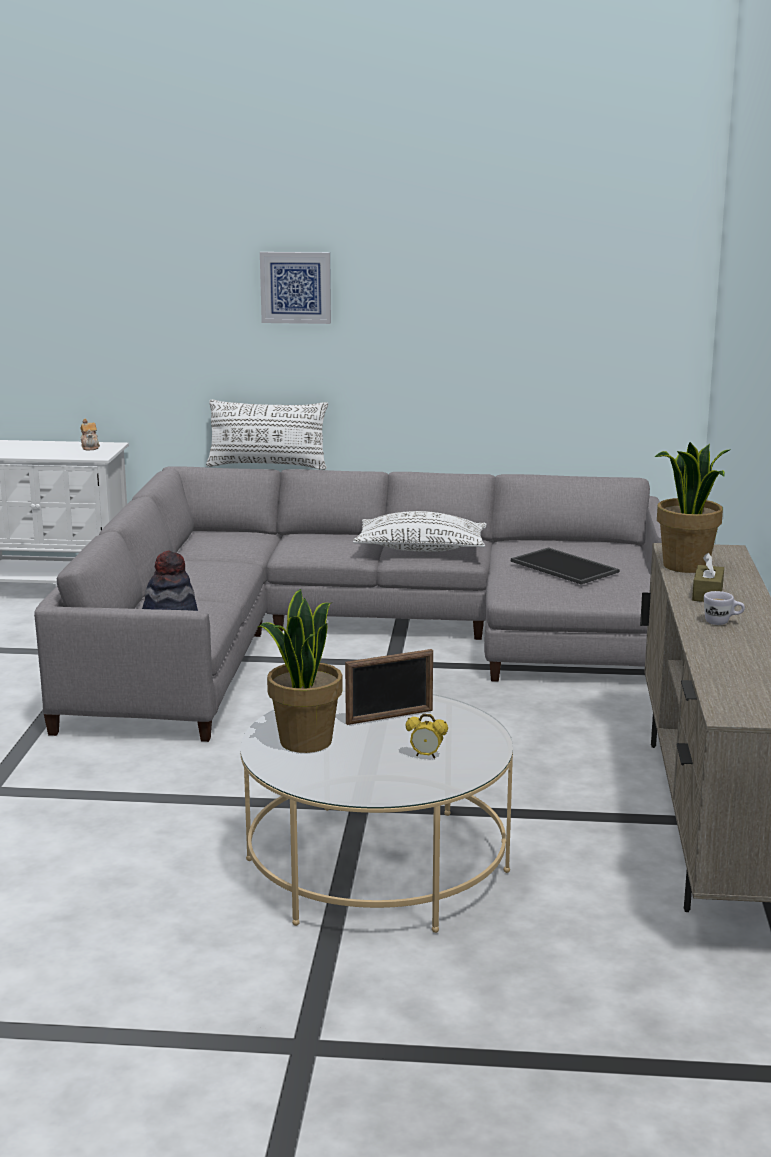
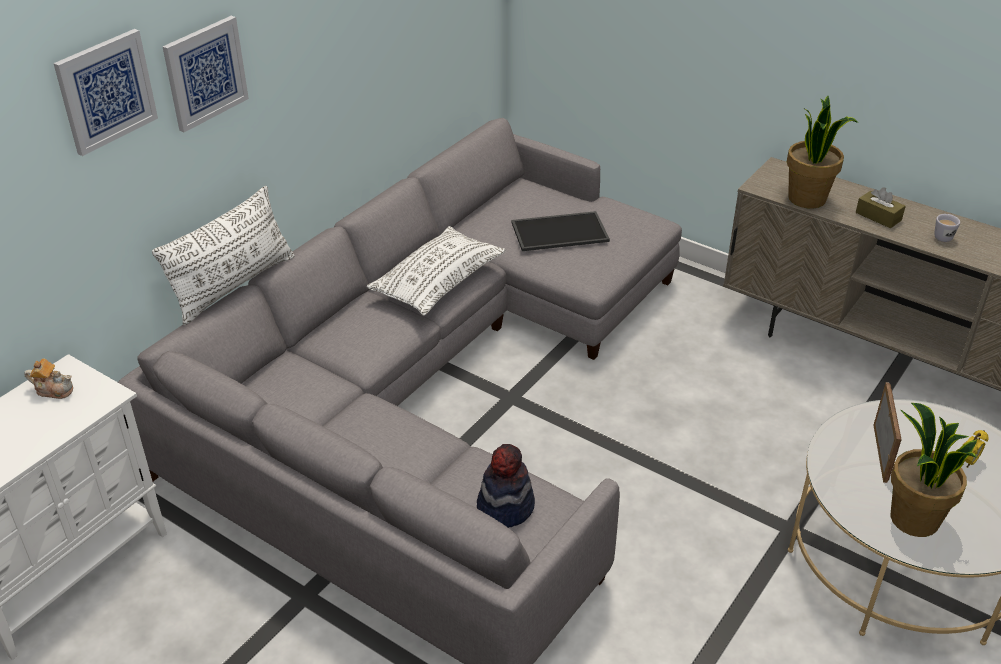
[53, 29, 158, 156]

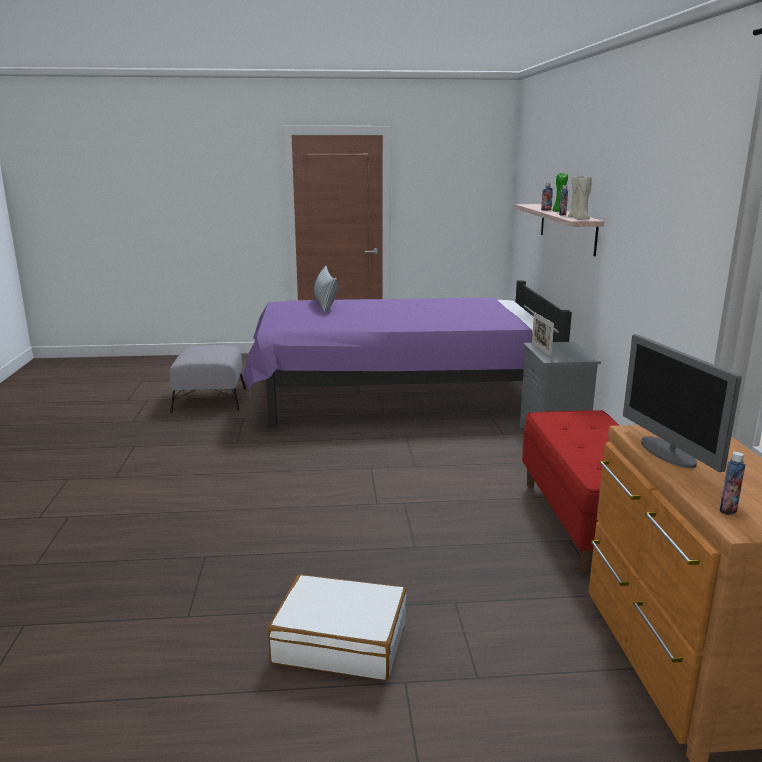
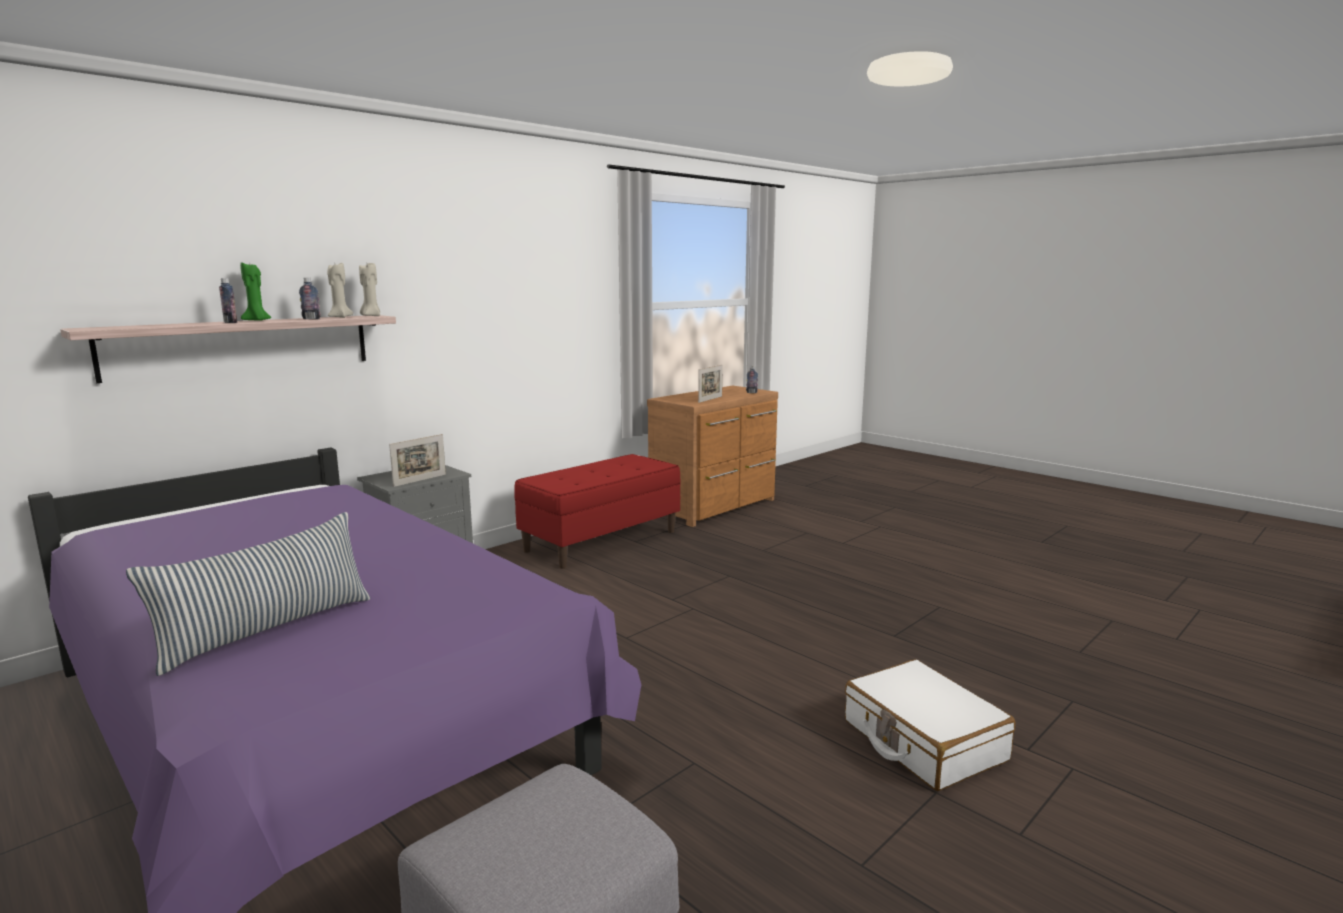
[698, 365, 723, 403]
[845, 659, 1015, 791]

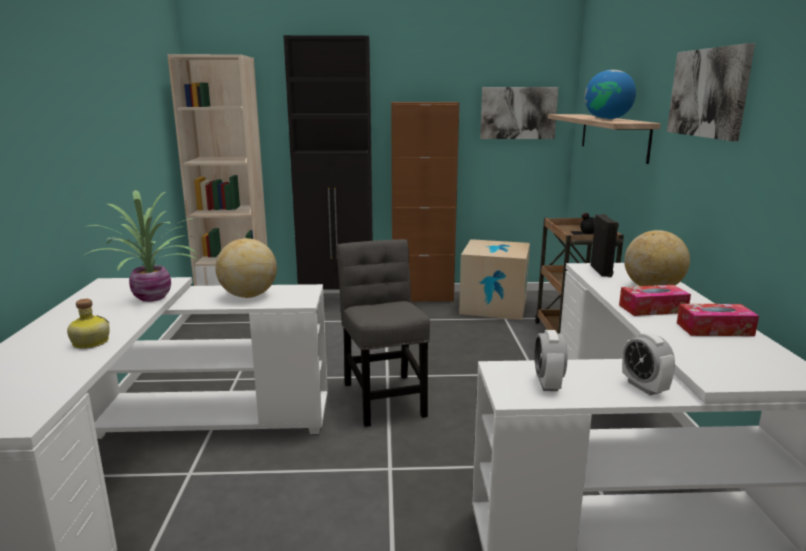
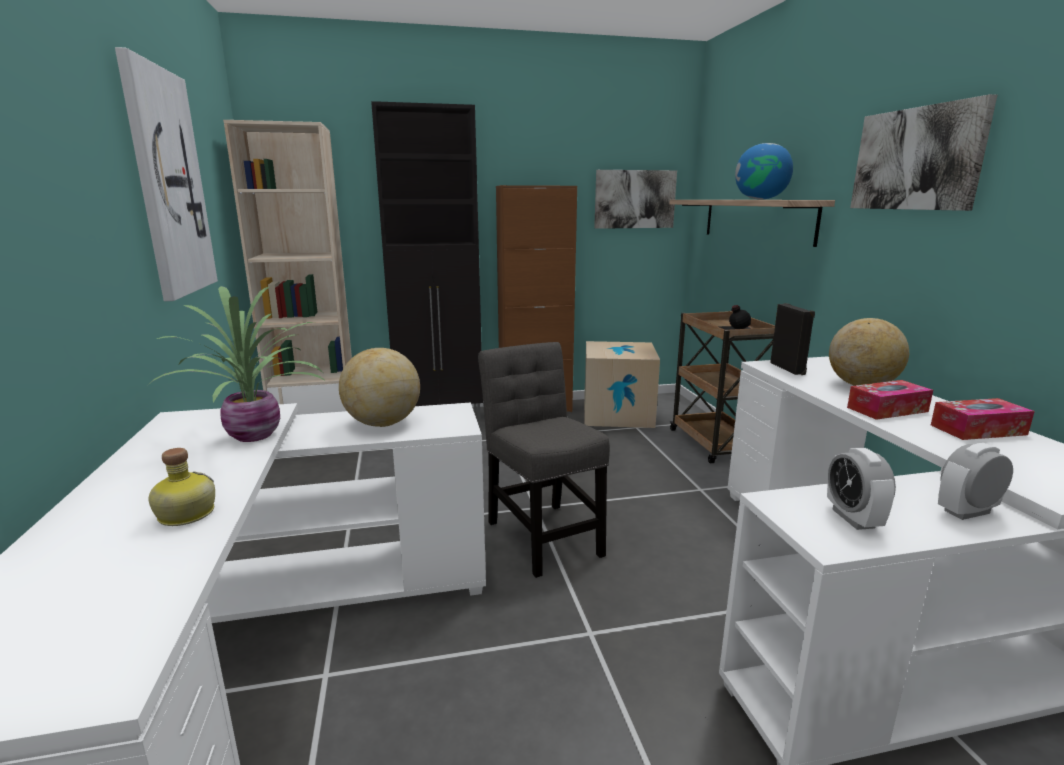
[115, 47, 218, 301]
[938, 443, 1013, 520]

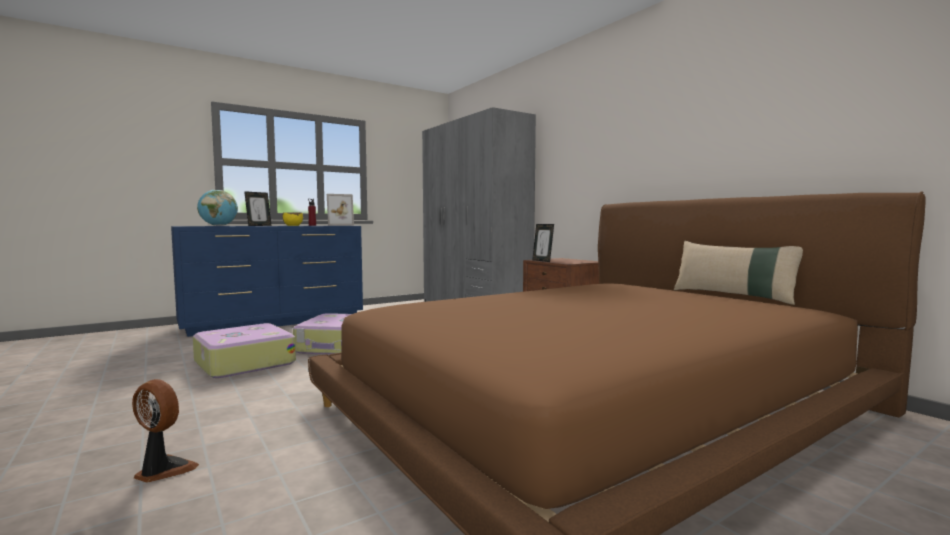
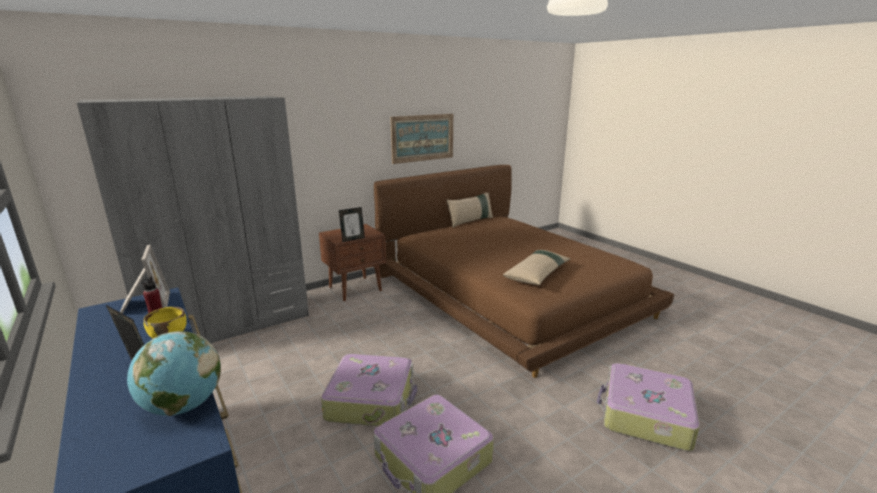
[390, 114, 453, 164]
[503, 250, 570, 285]
[597, 363, 700, 451]

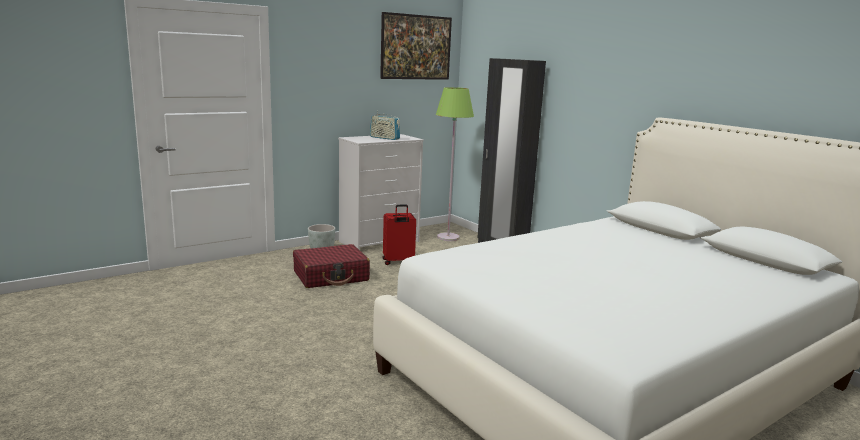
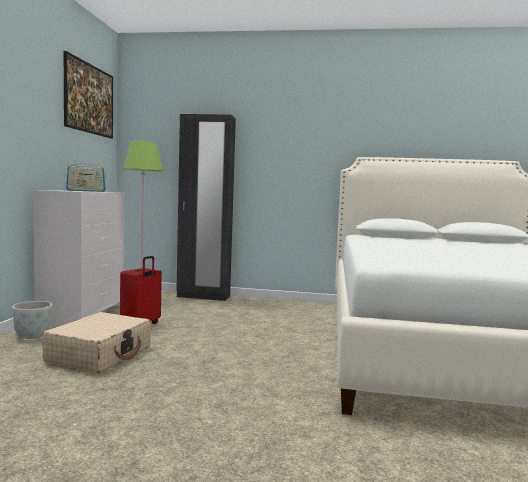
[42, 312, 151, 373]

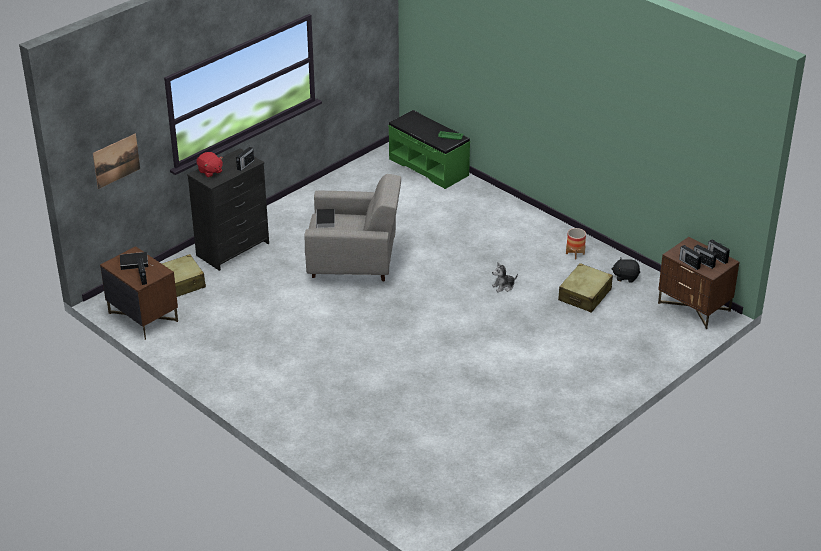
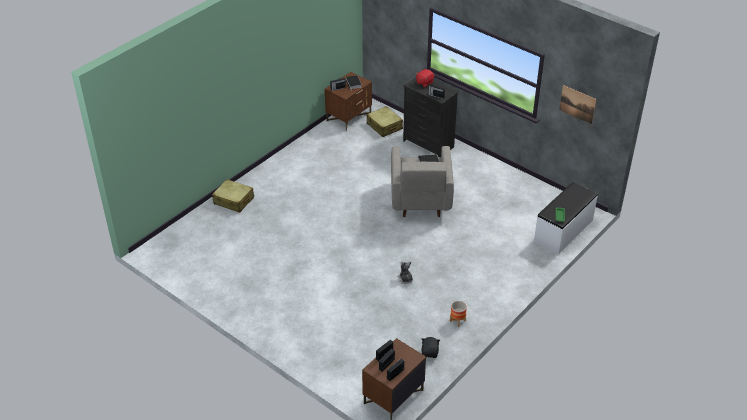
[212, 179, 254, 213]
[534, 182, 598, 255]
[559, 85, 596, 124]

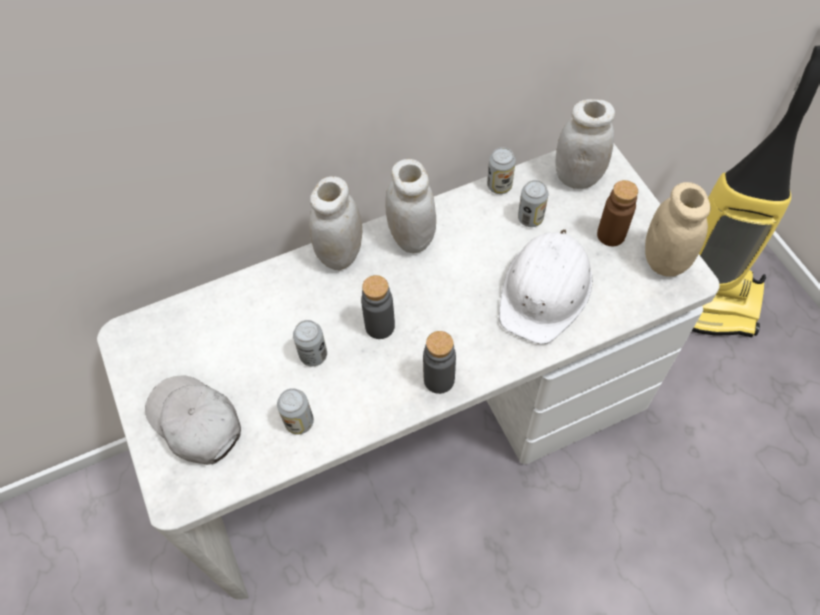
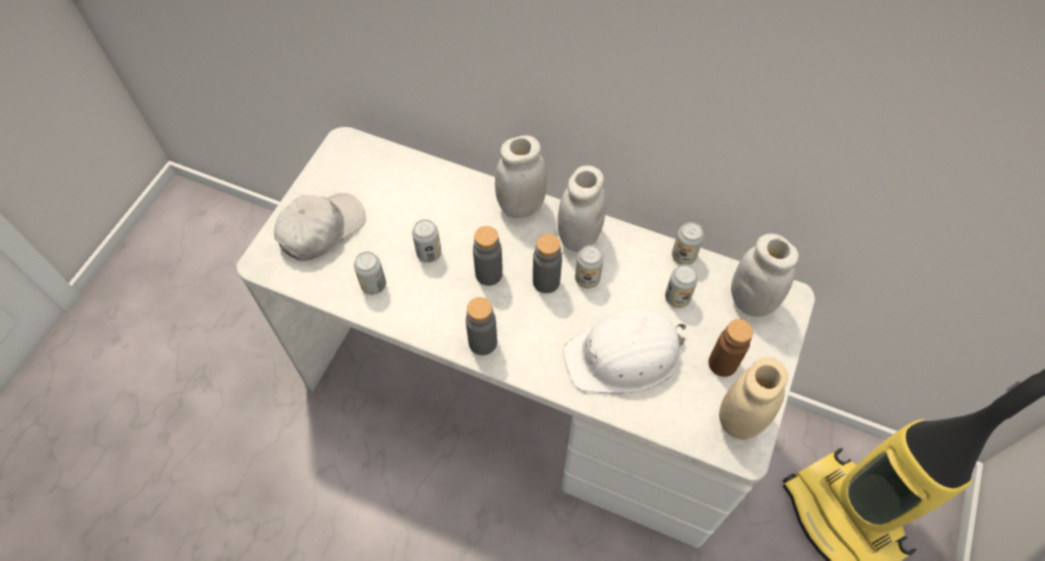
[274, 193, 366, 261]
[533, 234, 562, 293]
[575, 245, 604, 288]

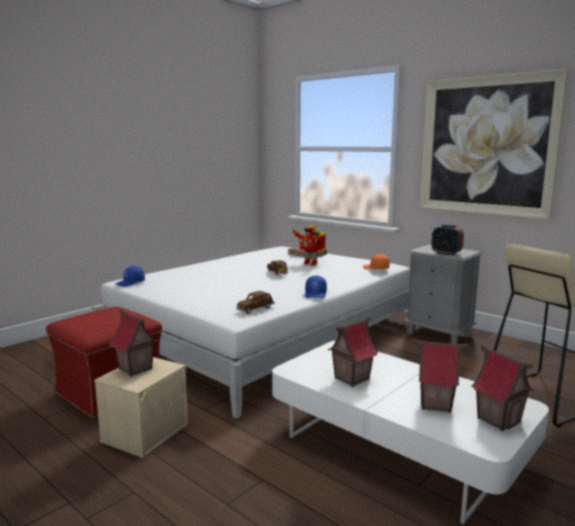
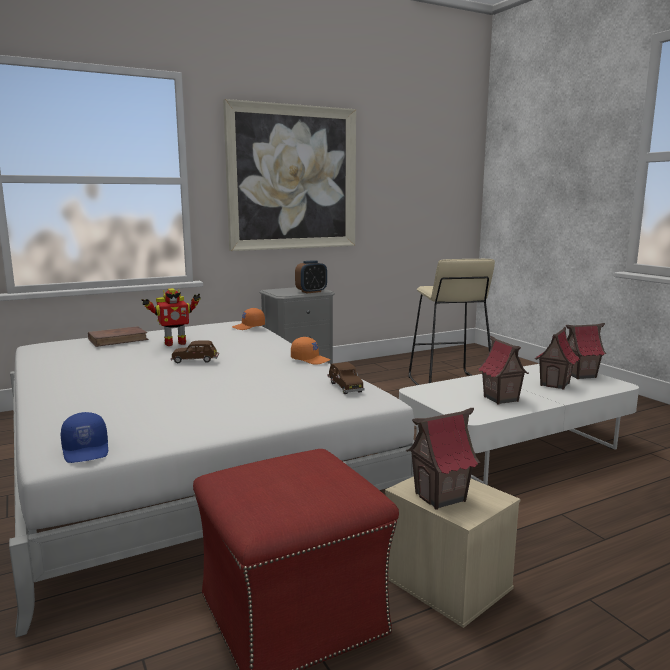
[291, 337, 330, 365]

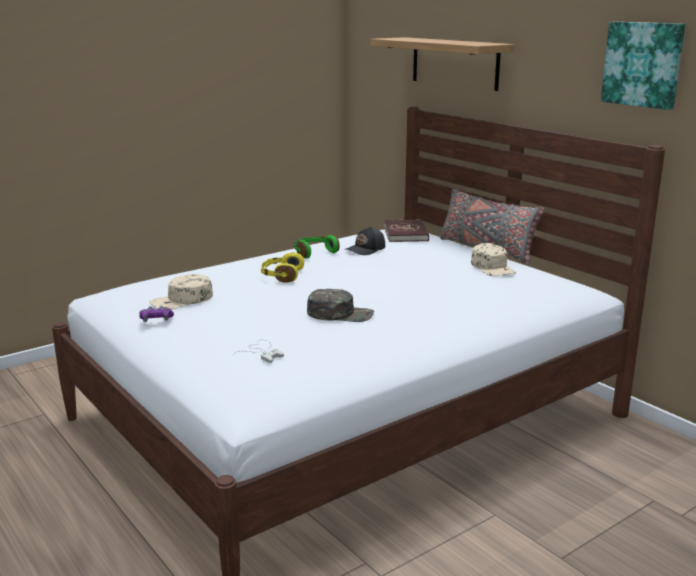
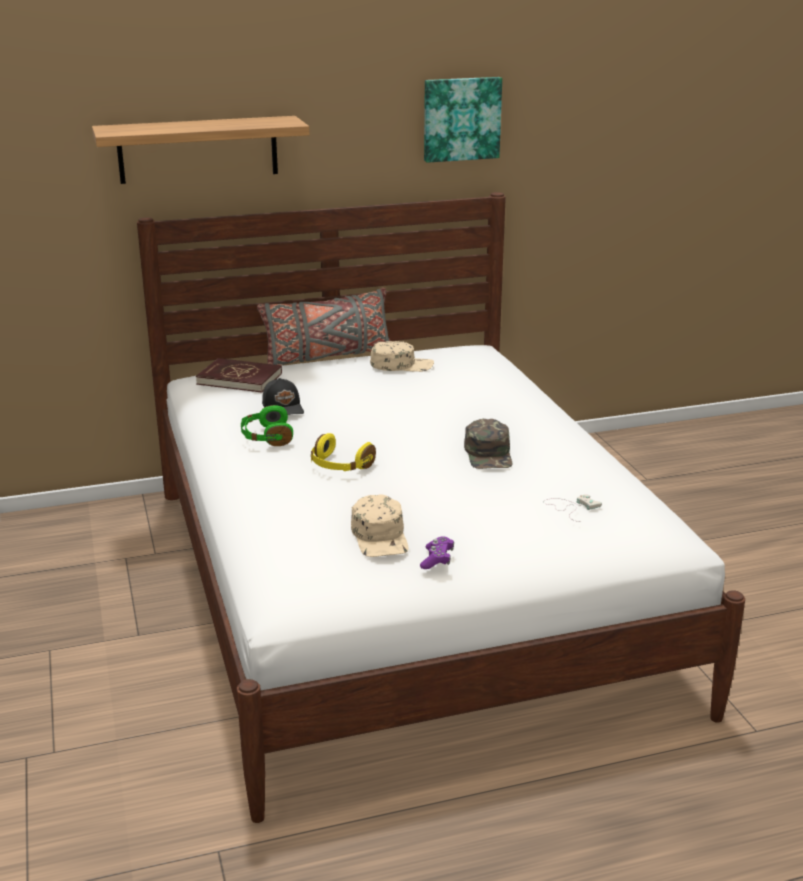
[464, 419, 512, 469]

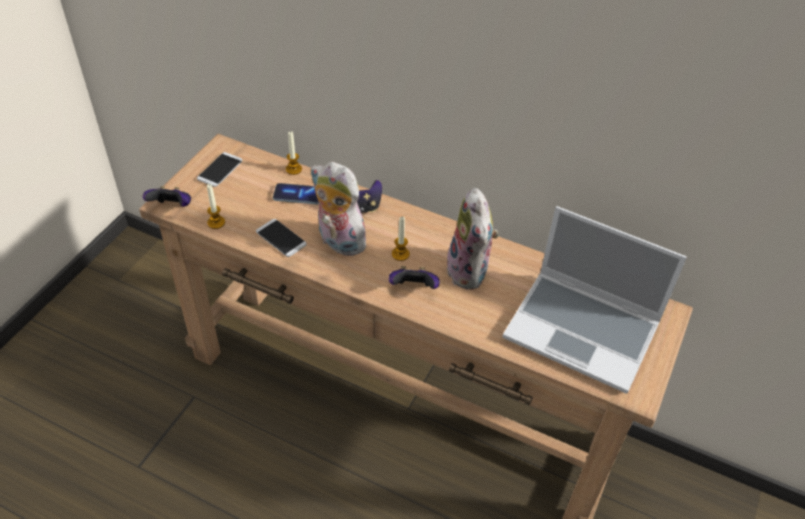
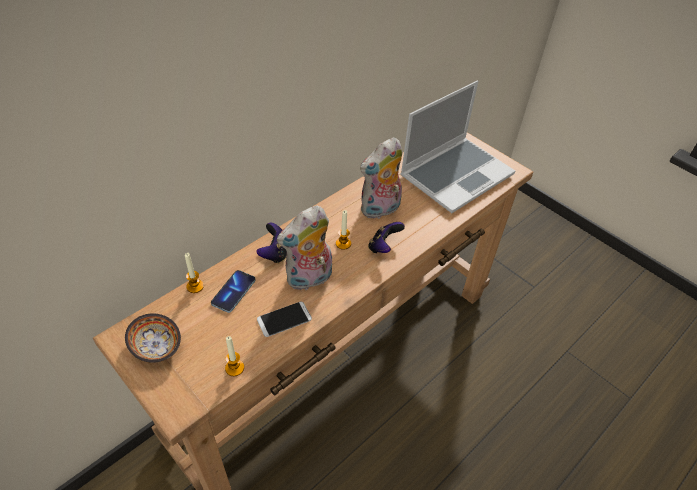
[125, 313, 181, 363]
[360, 137, 402, 219]
[143, 186, 191, 207] (first image)

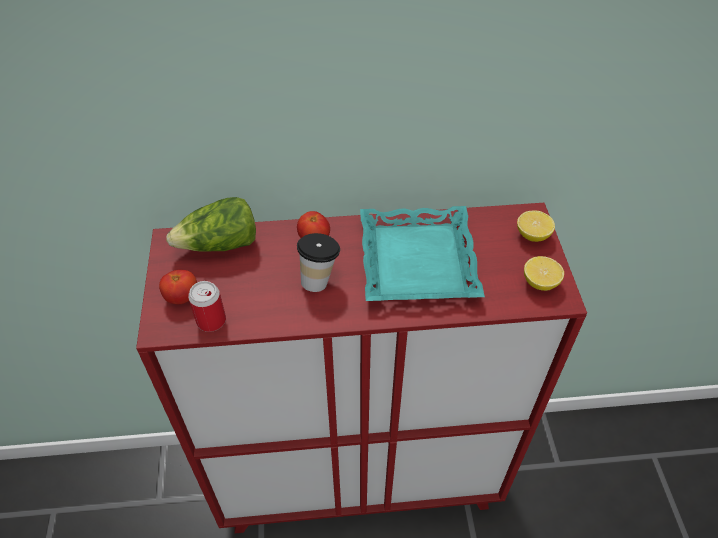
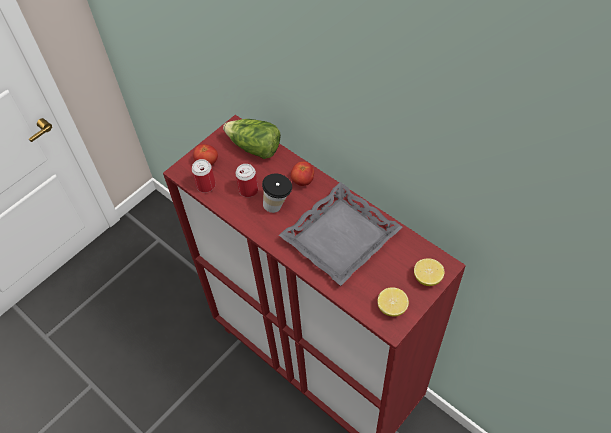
[235, 164, 258, 197]
[279, 182, 402, 286]

